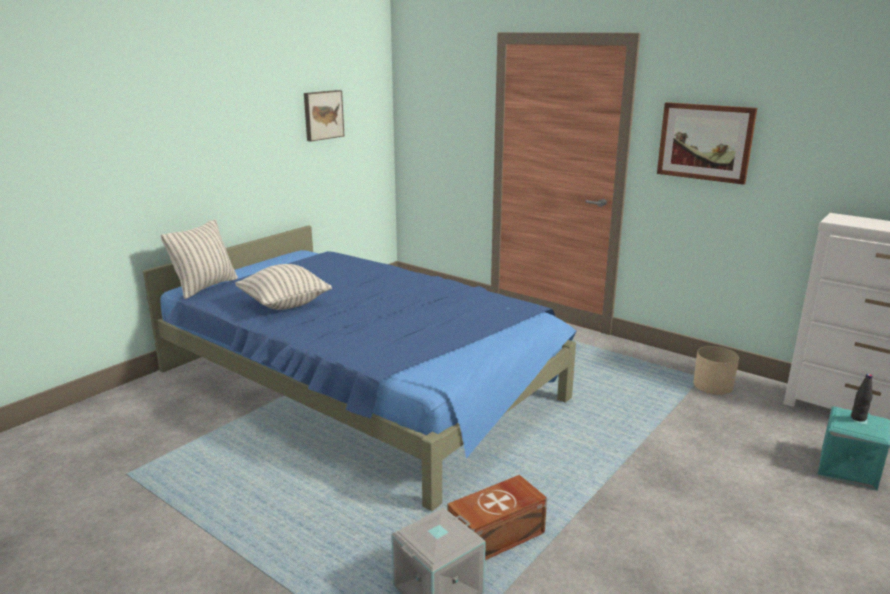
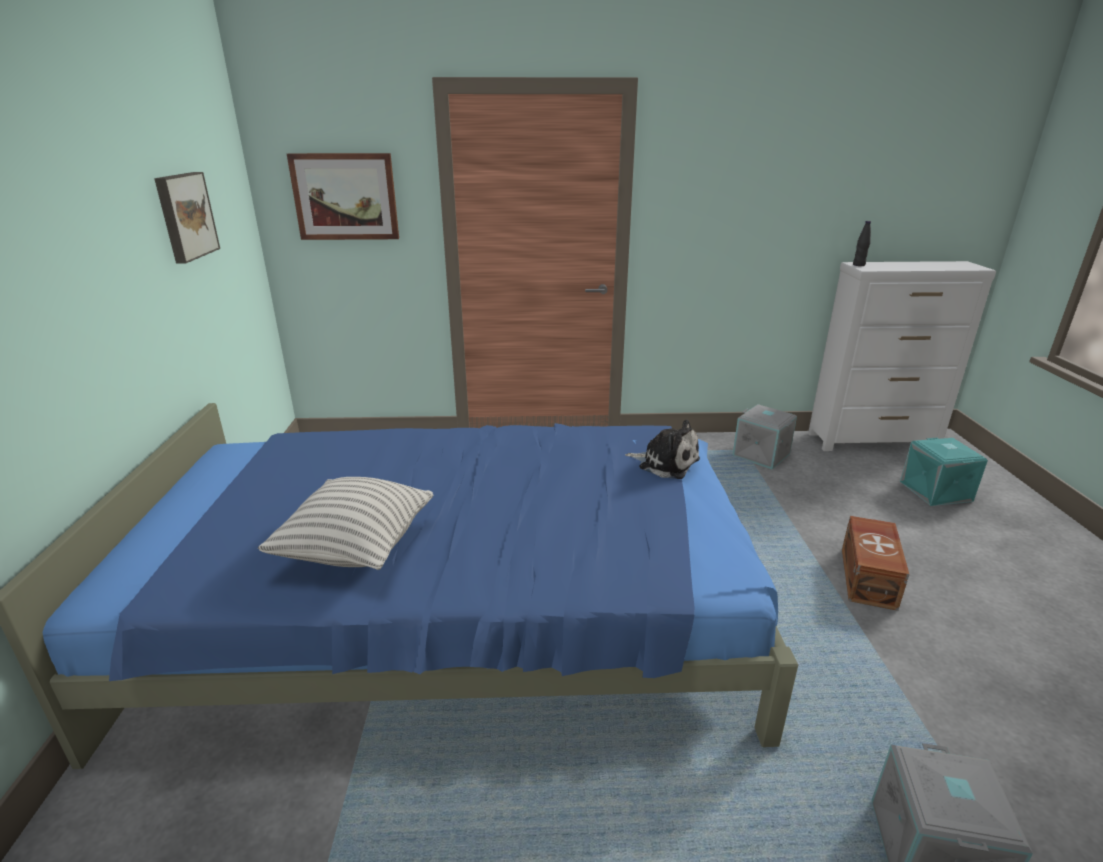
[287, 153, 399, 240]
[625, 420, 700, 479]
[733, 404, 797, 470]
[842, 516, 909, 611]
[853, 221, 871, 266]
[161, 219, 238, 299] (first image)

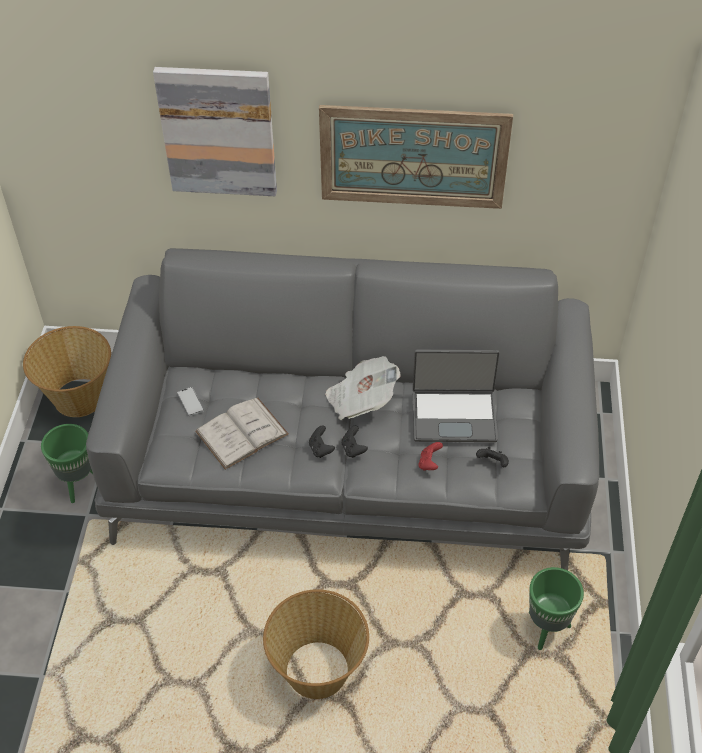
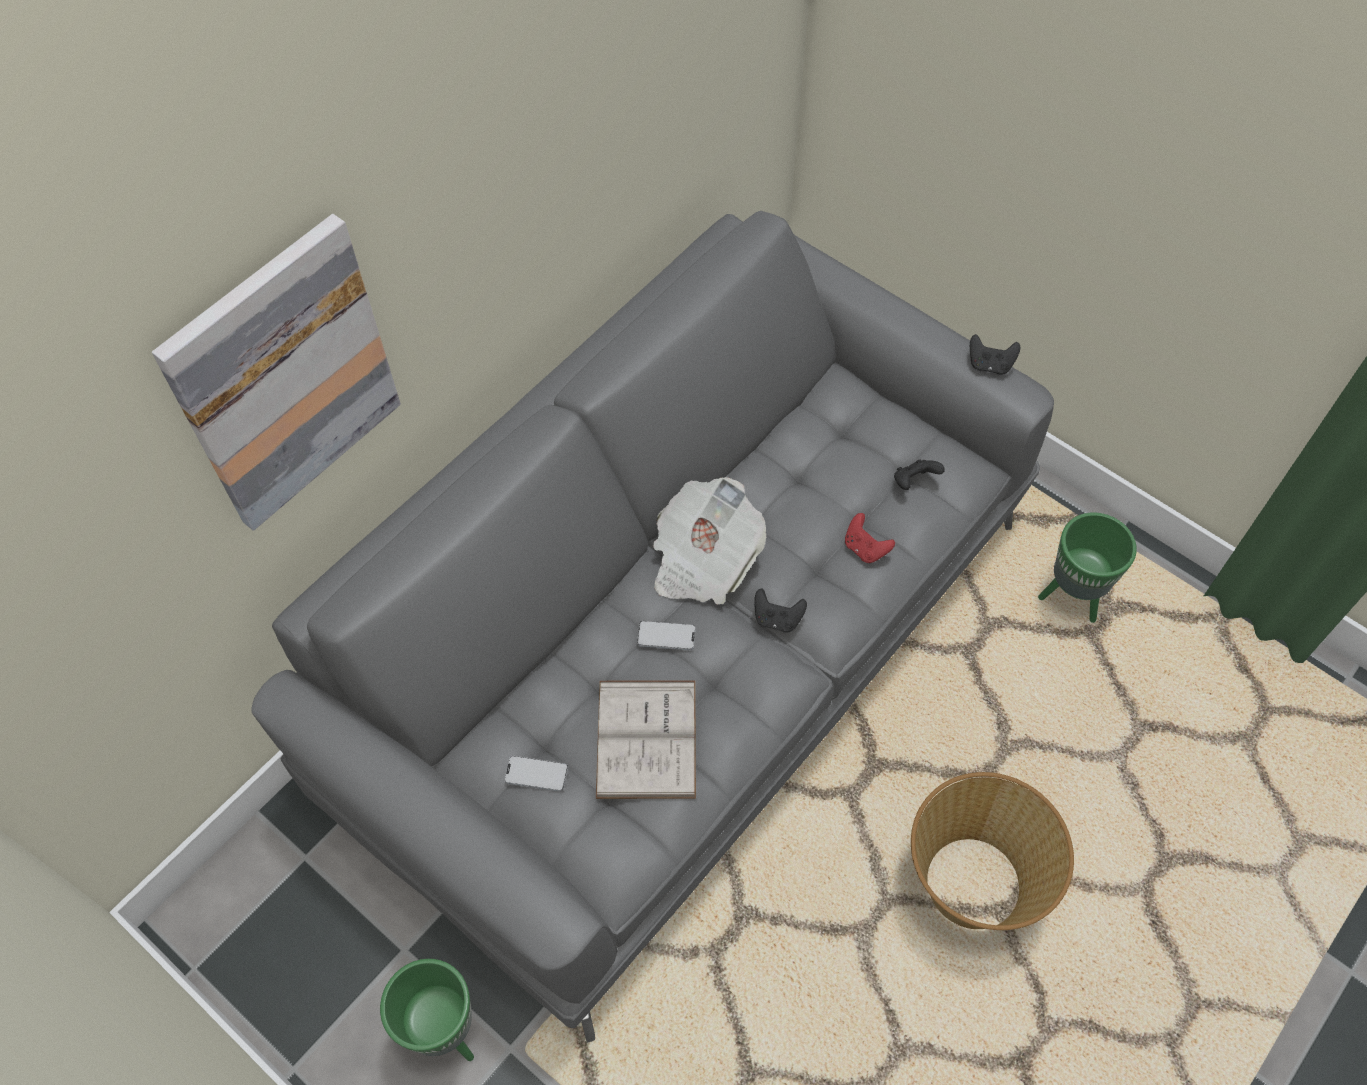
[637, 621, 696, 650]
[970, 334, 1020, 375]
[23, 326, 111, 417] (first image)
[319, 105, 513, 209] (first image)
[413, 350, 499, 442] (first image)

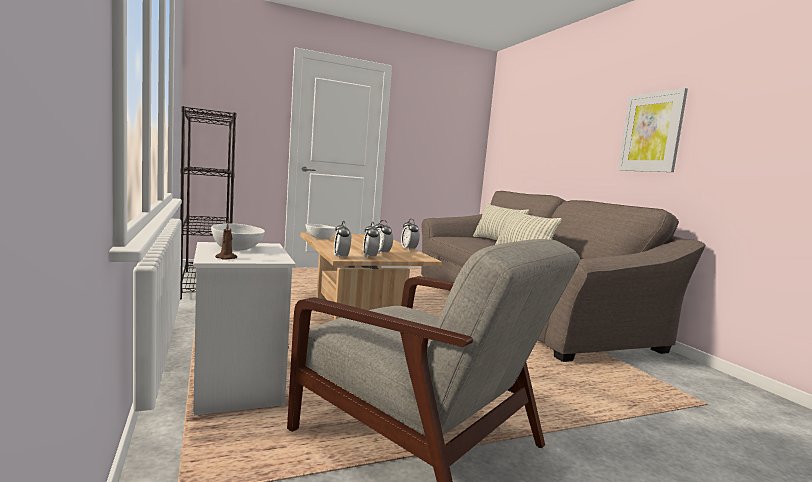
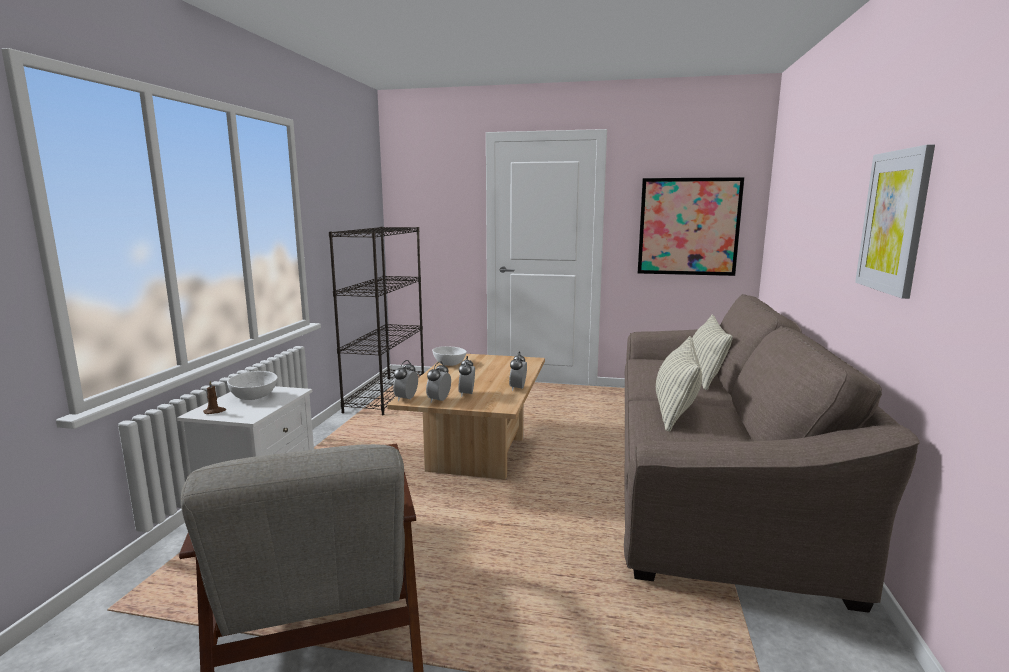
[638, 177, 744, 276]

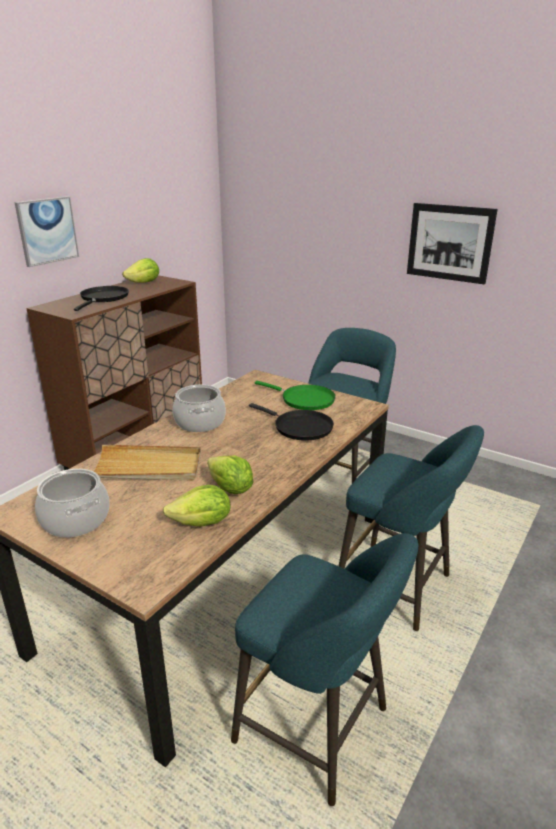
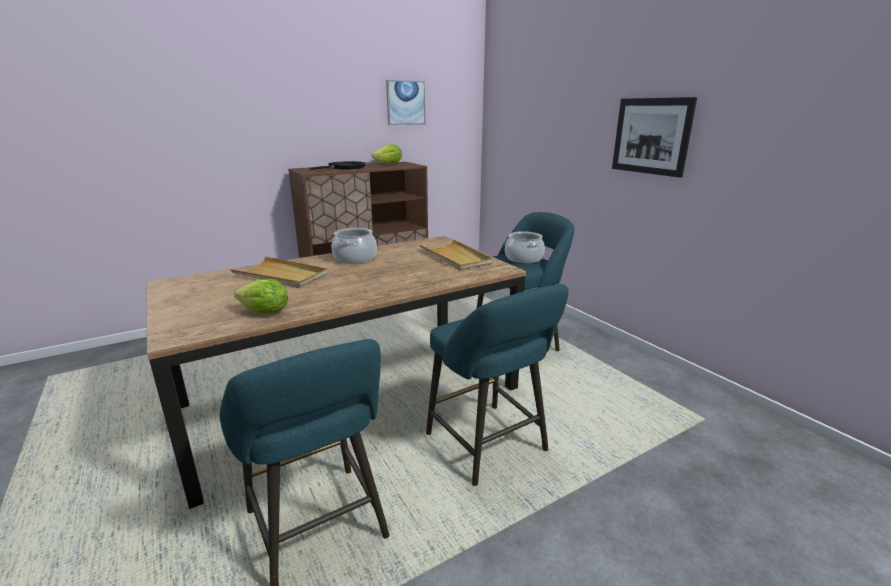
[386, 80, 425, 125]
[420, 239, 492, 270]
[505, 231, 545, 263]
[207, 455, 254, 494] (first image)
[249, 403, 334, 441] (first image)

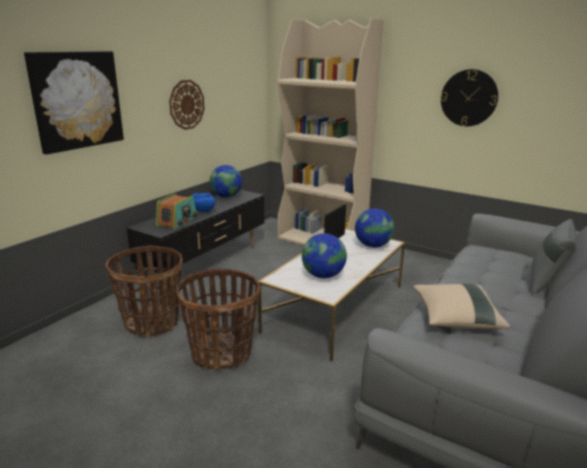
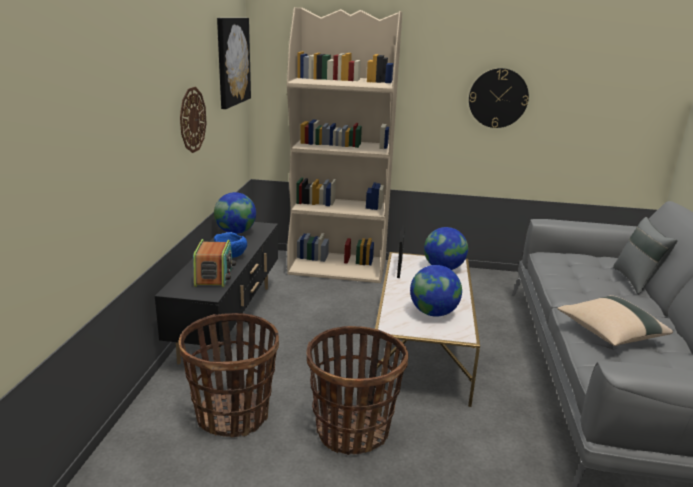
[217, 18, 251, 109]

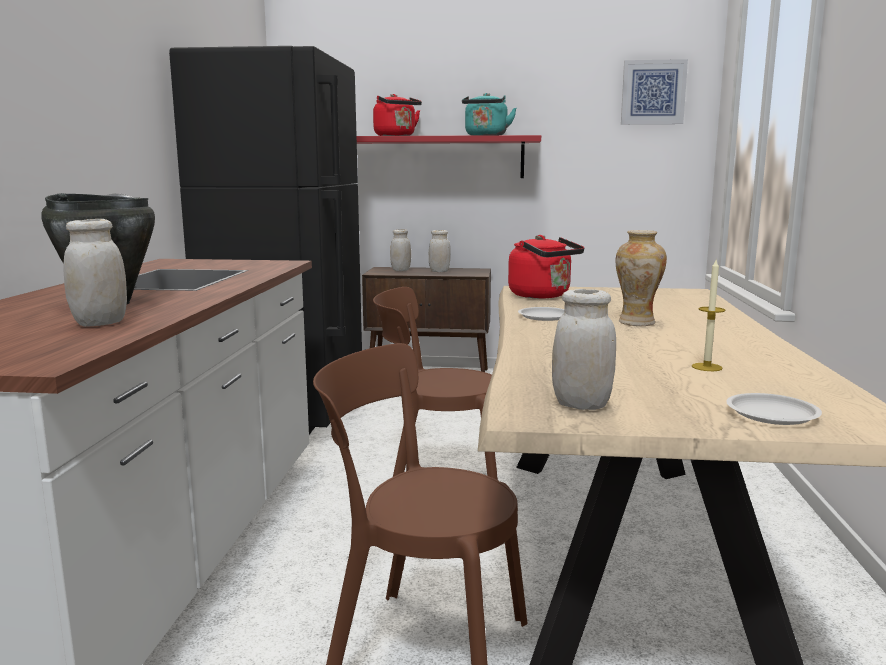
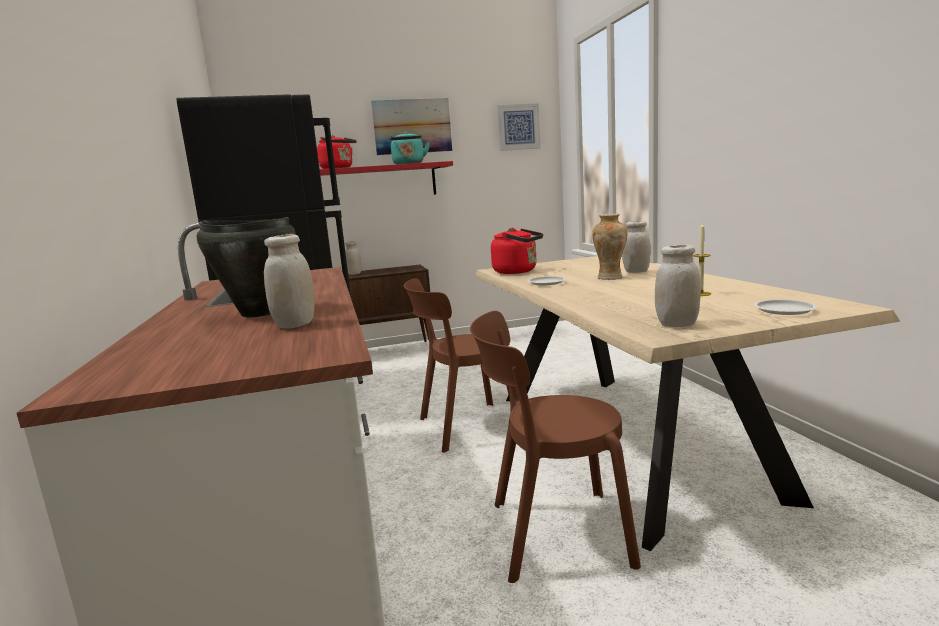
[371, 98, 452, 155]
[622, 221, 651, 273]

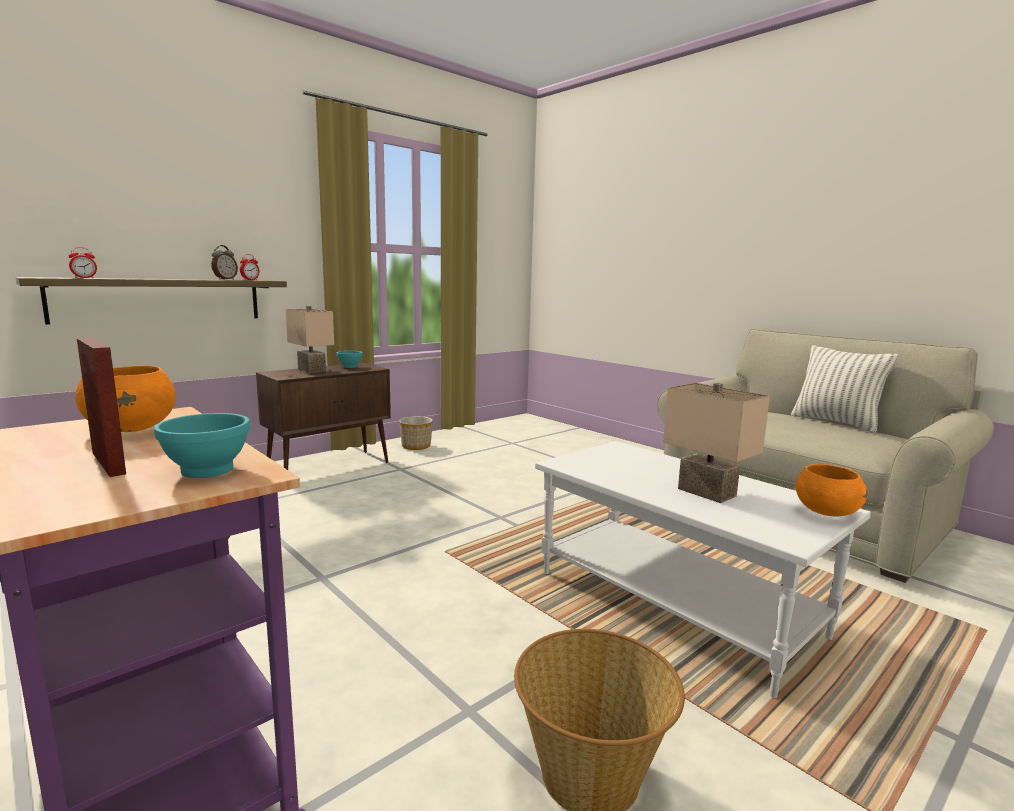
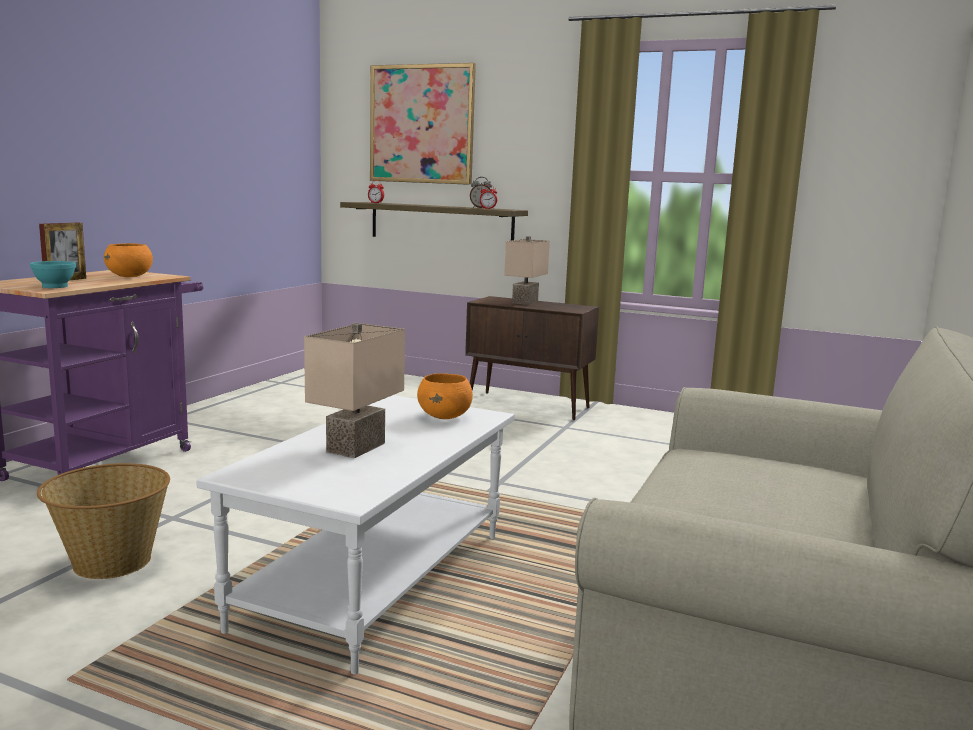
[370, 63, 476, 185]
[417, 373, 473, 419]
[337, 351, 363, 368] (first image)
[399, 416, 433, 450] (first image)
[791, 345, 898, 433] (first image)

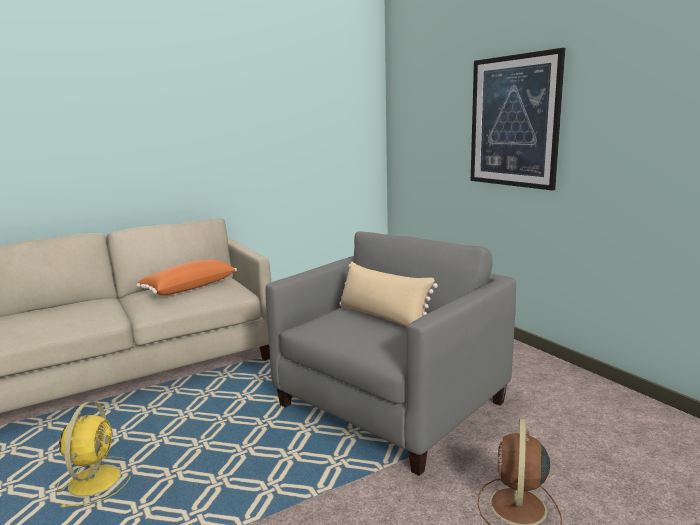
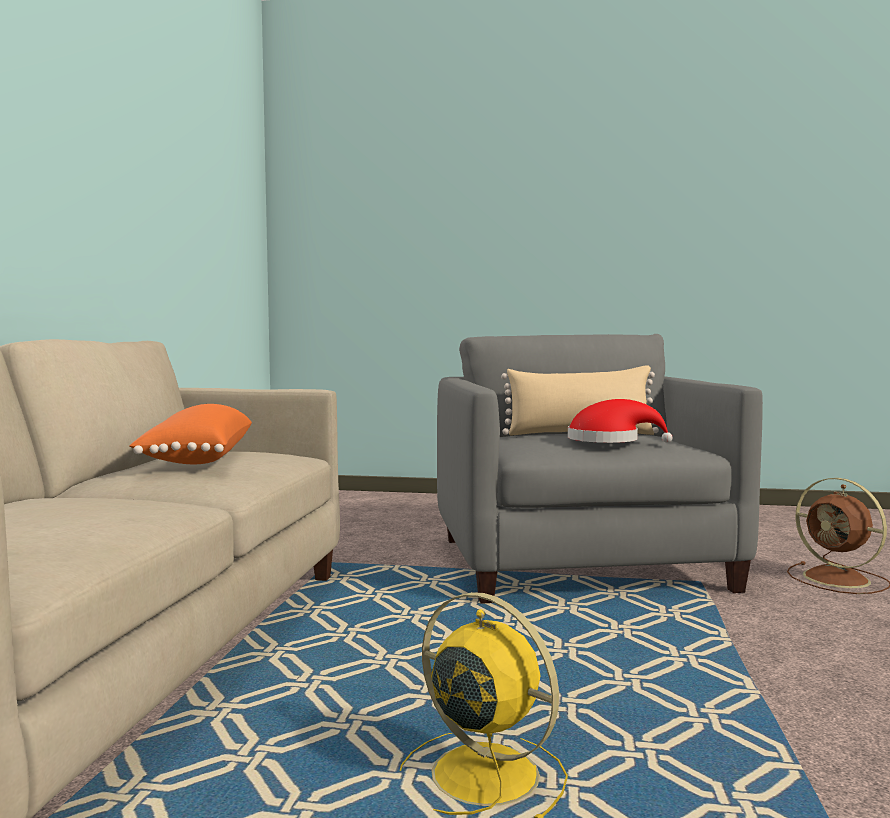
[568, 399, 673, 443]
[471, 48, 565, 190] (first image)

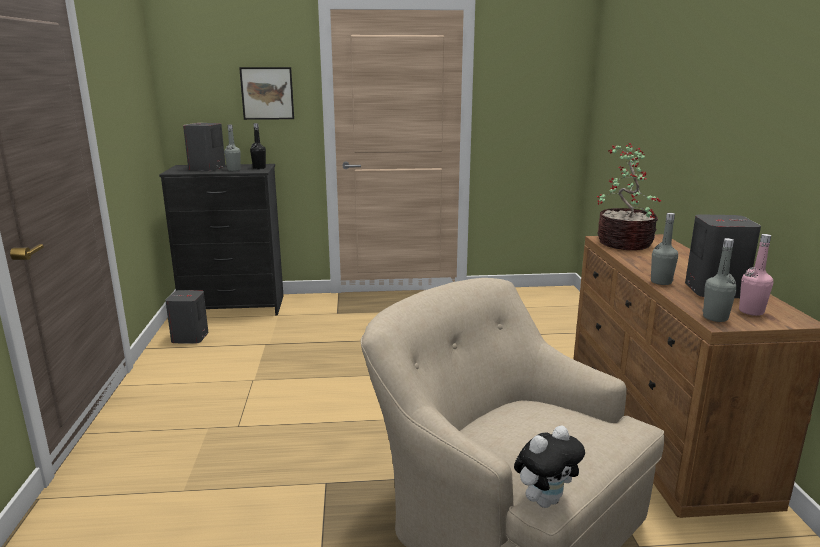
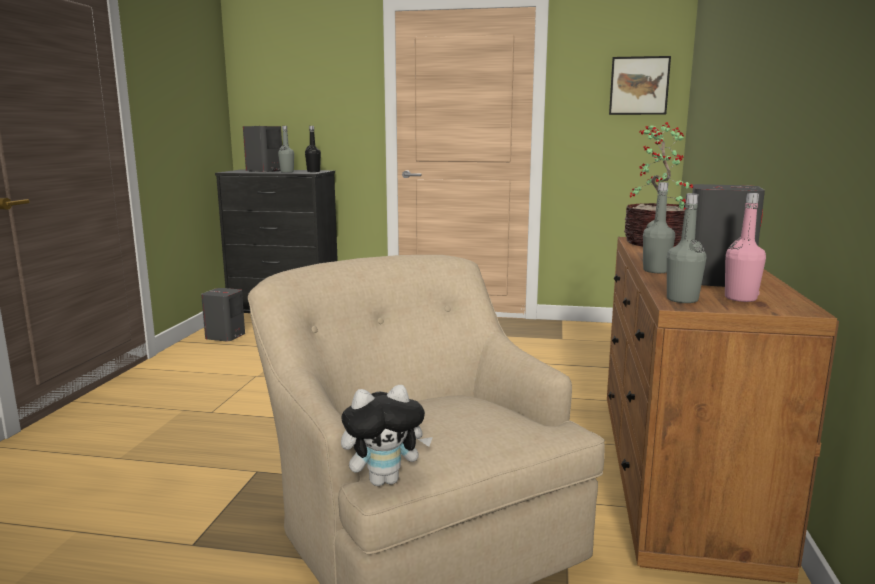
[609, 56, 671, 115]

